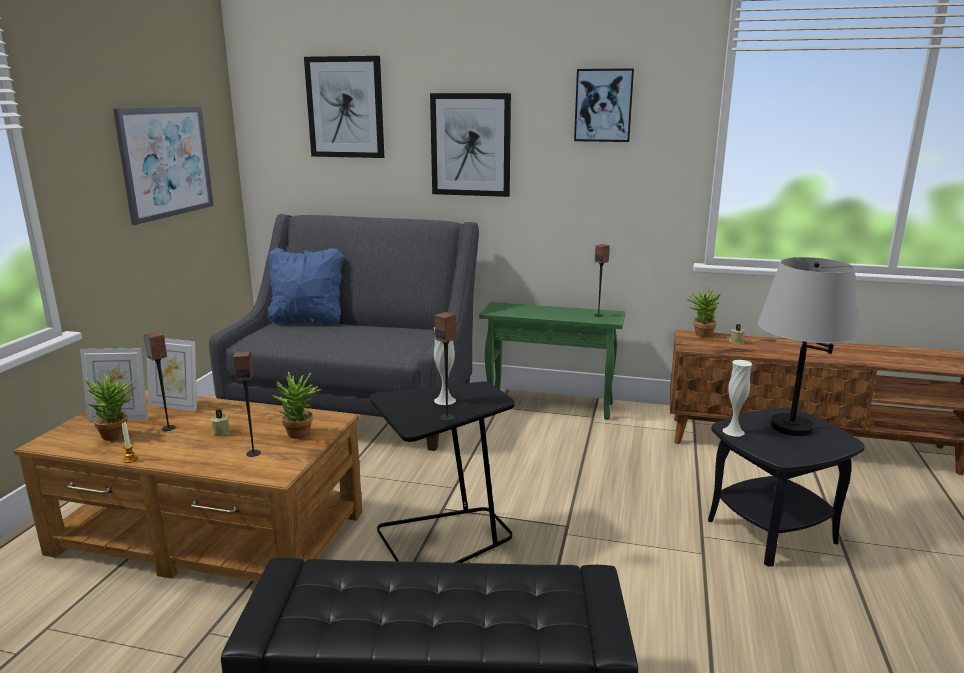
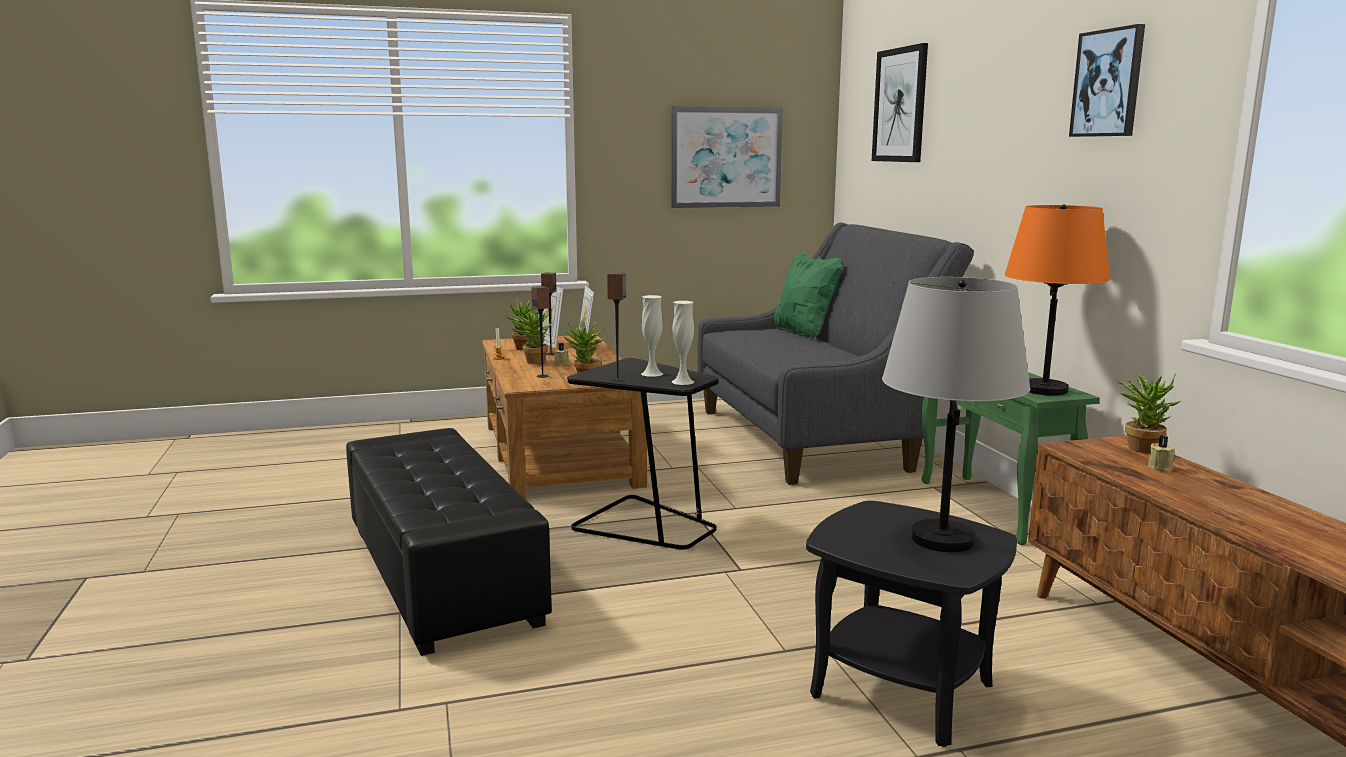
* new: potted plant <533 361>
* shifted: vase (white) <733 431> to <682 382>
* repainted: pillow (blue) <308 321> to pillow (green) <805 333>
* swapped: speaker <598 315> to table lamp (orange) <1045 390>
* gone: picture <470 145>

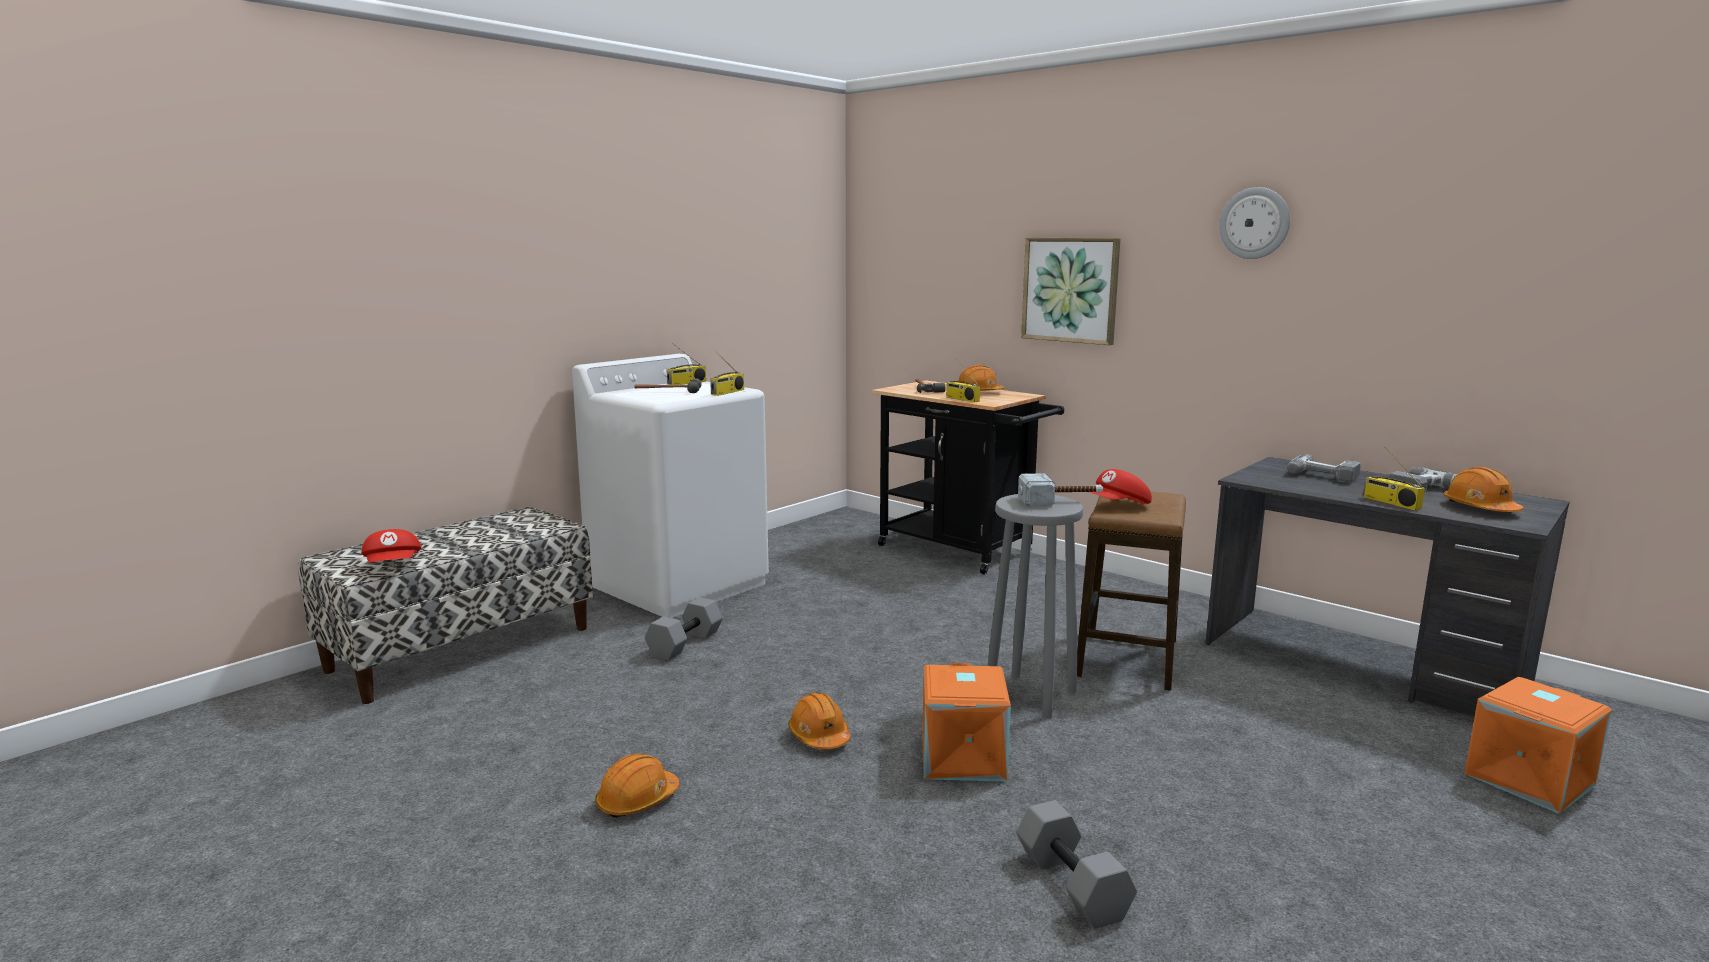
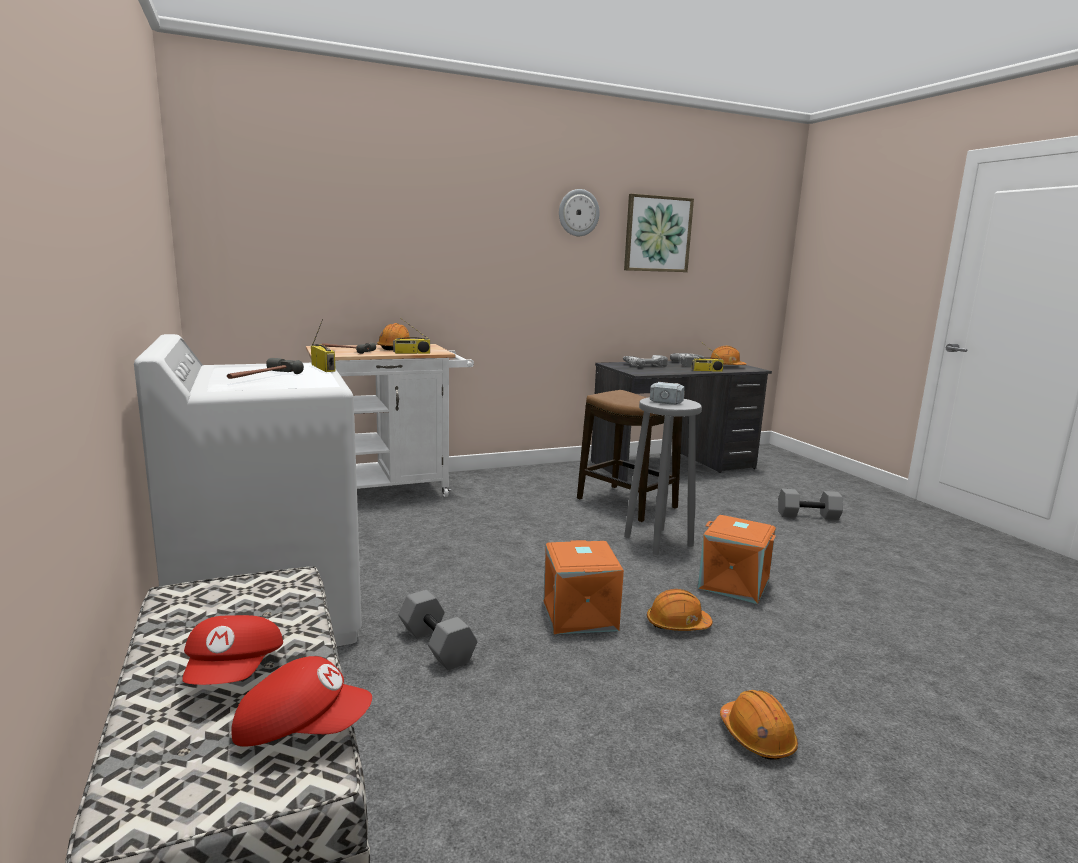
* shifted: cap (red) <1119 506> to <235 673>
* repainted: cart (black) <962 552> to cart (white) <392 490>
* shifted: storage box (orange) <1527 778> to <578 615>
* shifted: picture <1070 290> to <657 234>
* shifted: dumbbell (grey) <1074 885> to <808 515>
* gone: radio <687 383>

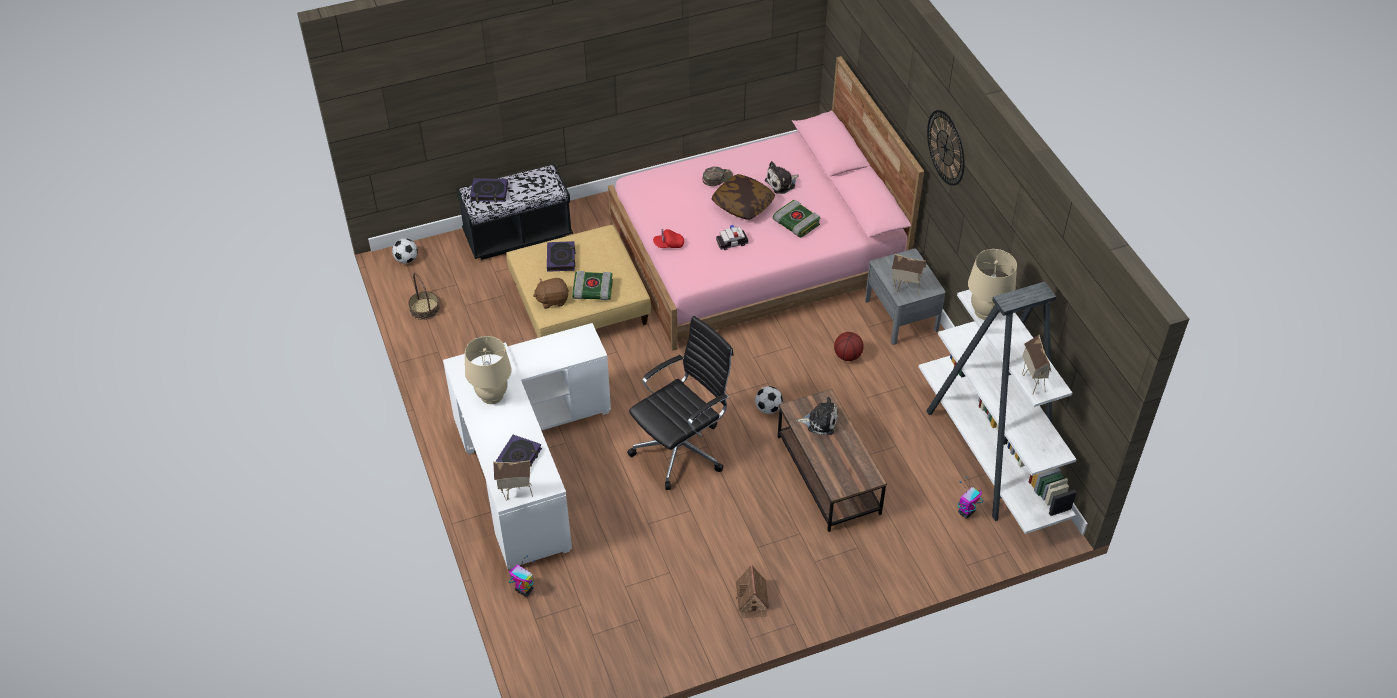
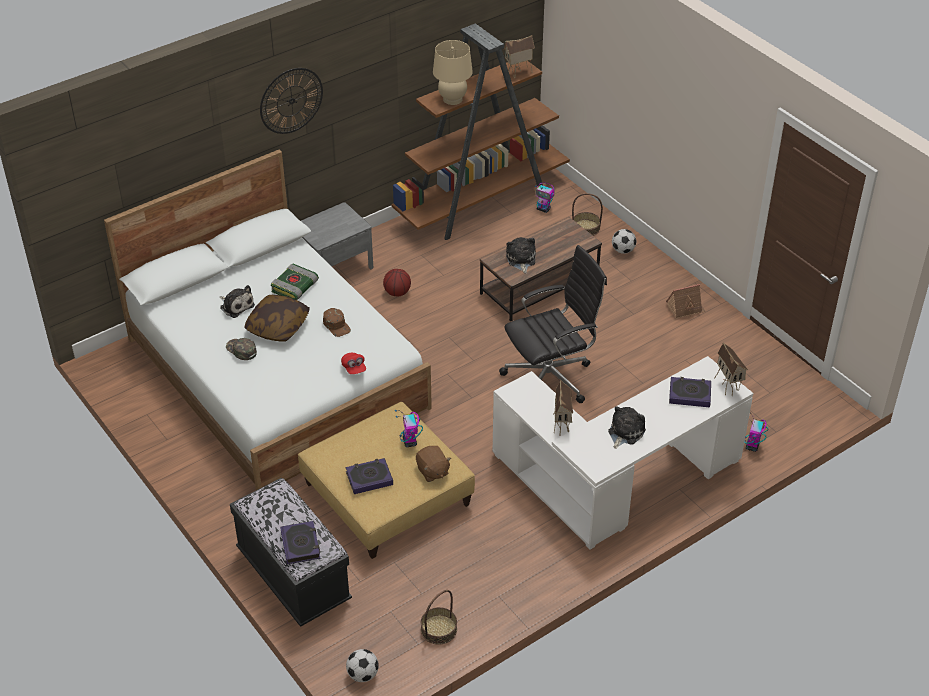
* repainted: bed (pink) <757 254> to bed (white) <276 372>
* swapped: toy car <731 243> to cap (brown) <337 325>
* repainted: bookcase (white) <990 457> to bookcase (brown) <482 202>
* swapped: book <592 291> to toy robot <410 442>
* rotated: office chair (black) <682 449> = <551 378> 120 degrees clockwise
* shifted: toy house <905 289> to <562 425>
* new: basket <586 228>
* swapped: table lamp (beige) <492 395> to plush toy <624 432>
* shifted: football <768 408> to <623 250>

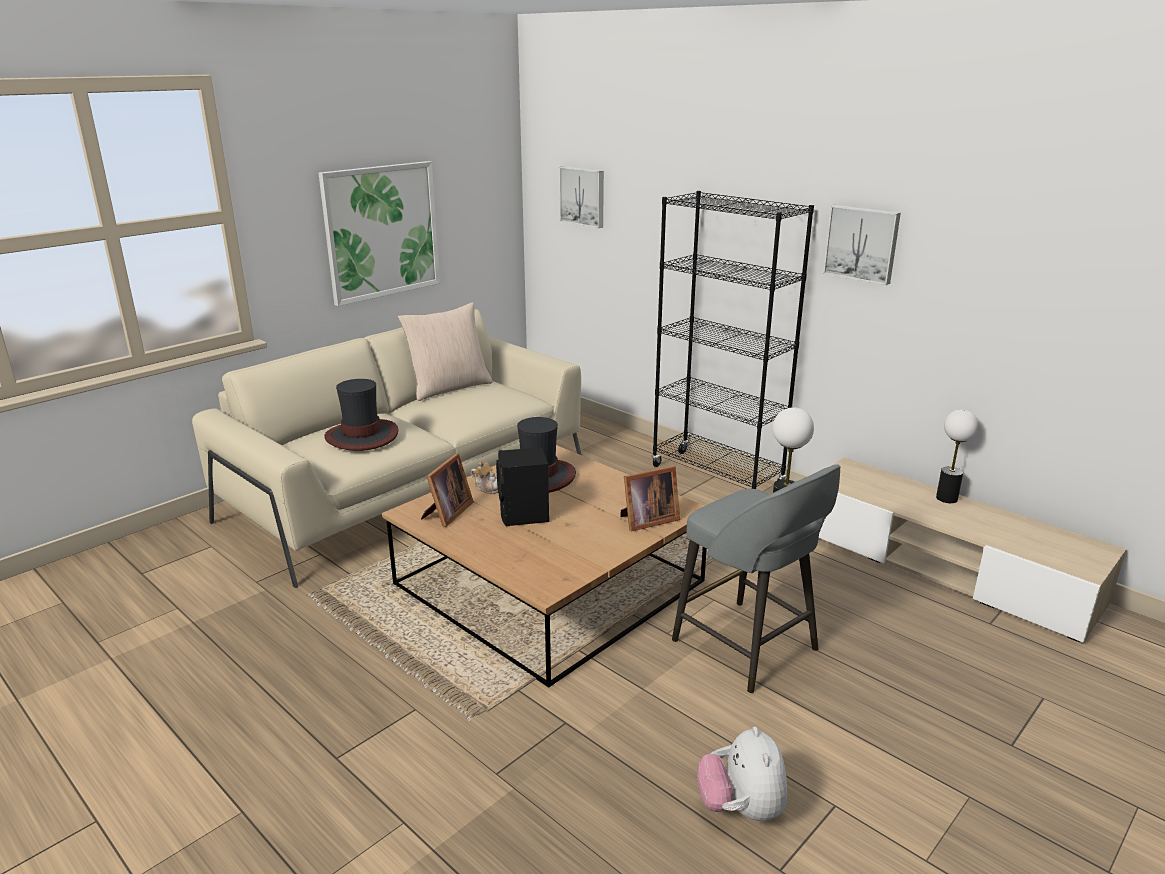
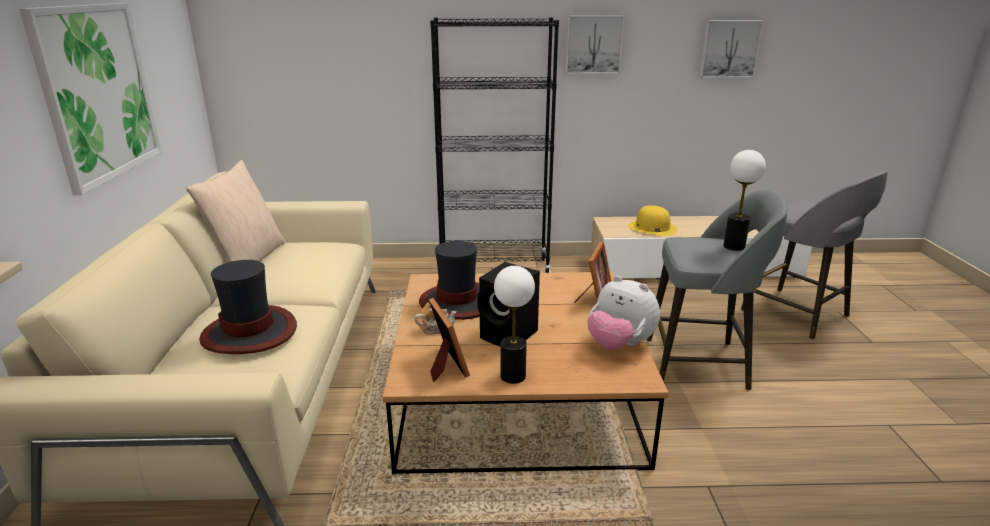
* shifted: table lamp <946 498> to <513 376>
* shifted: plush toy <741 809> to <619 345>
* new: hat (yellow) <652 228>
* shifted: picture <583 196> to <729 48>
* new: stool (grey) <797 314>

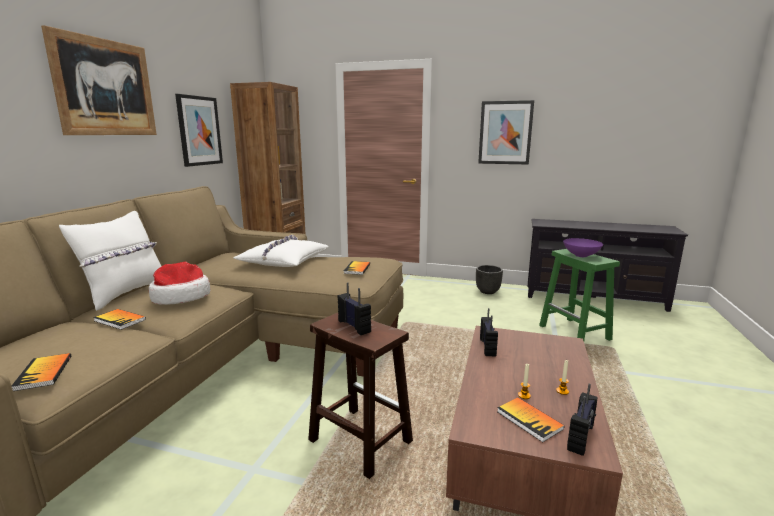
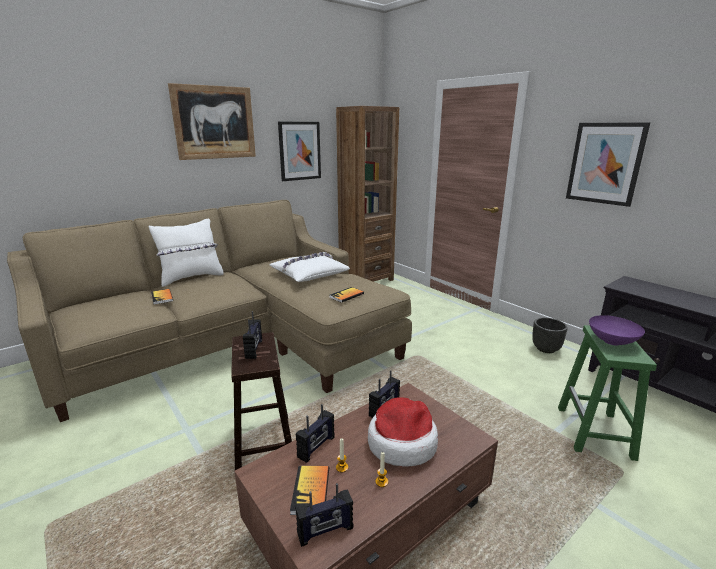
* new: radio <316 447>
* shifted: hat <181 297> to <401 442>
* gone: book <44 373>

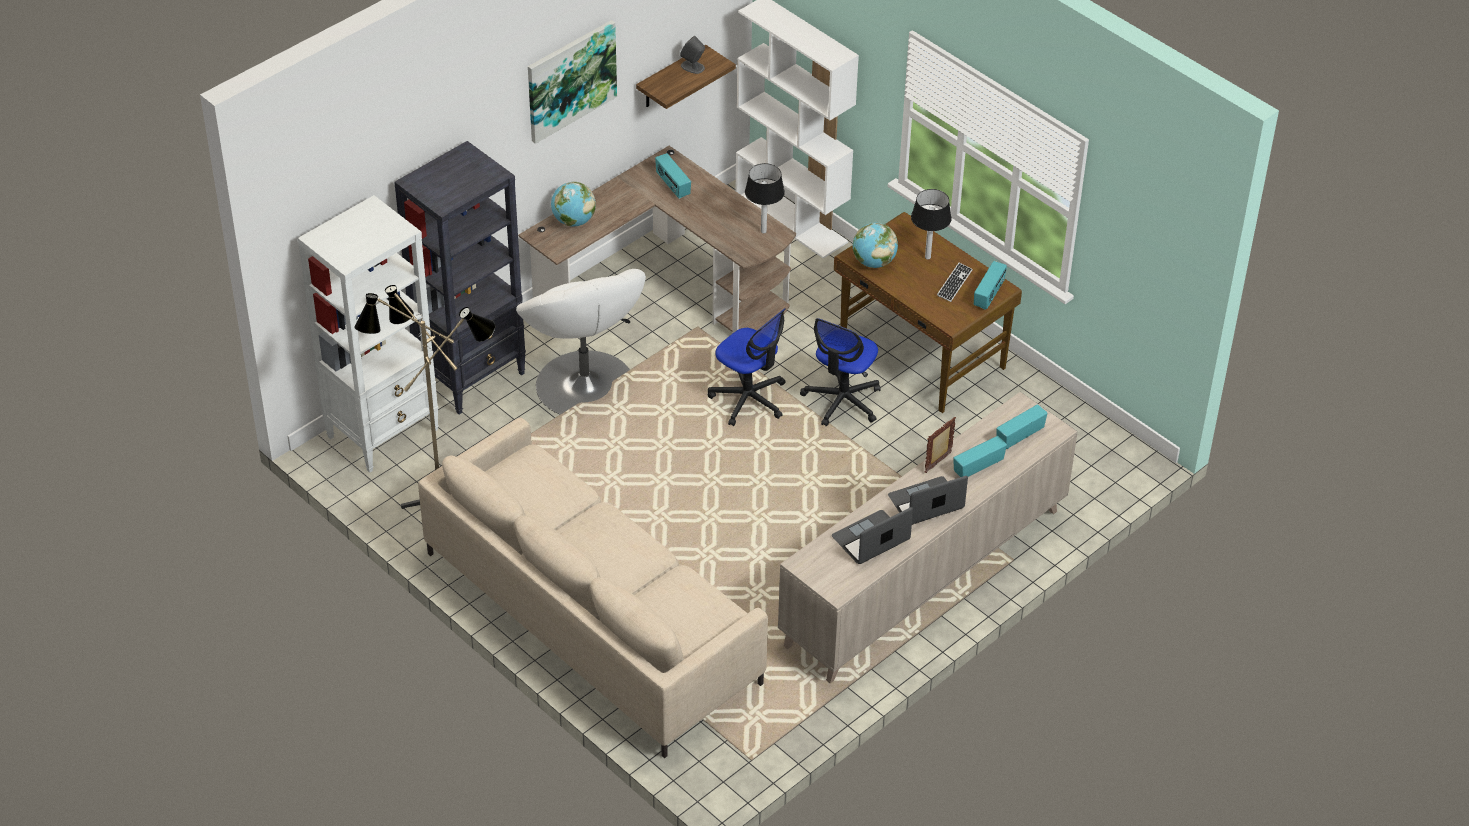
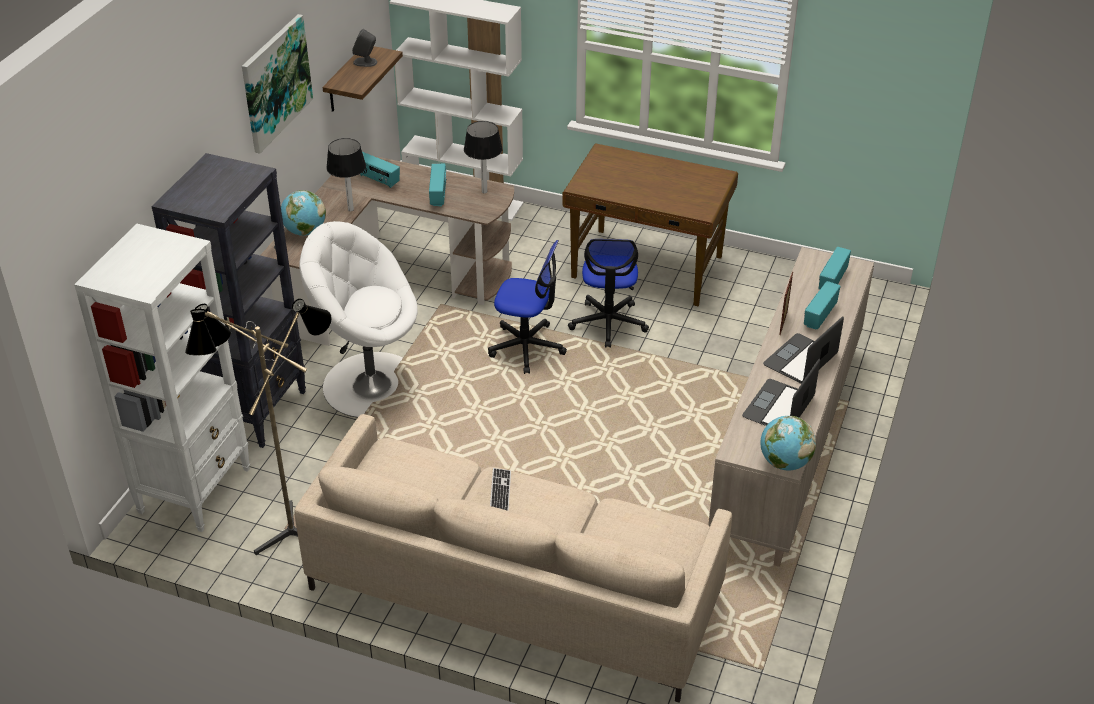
* rotated: armchair (white) <585 385> = <369 383> 150 degrees clockwise
* shifted: table lamp <928 257> to <351 209>
* shifted: radio <989 295> to <438 195>
* shifted: keyboard <954 283> to <500 493>
* shifted: globe <873 262> to <784 463>

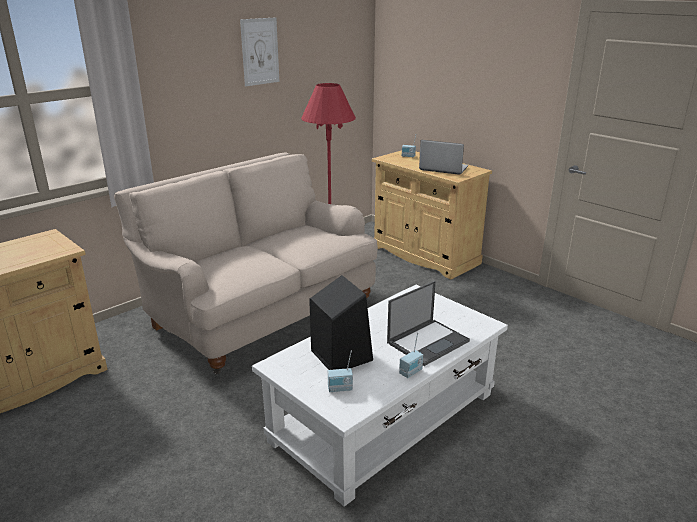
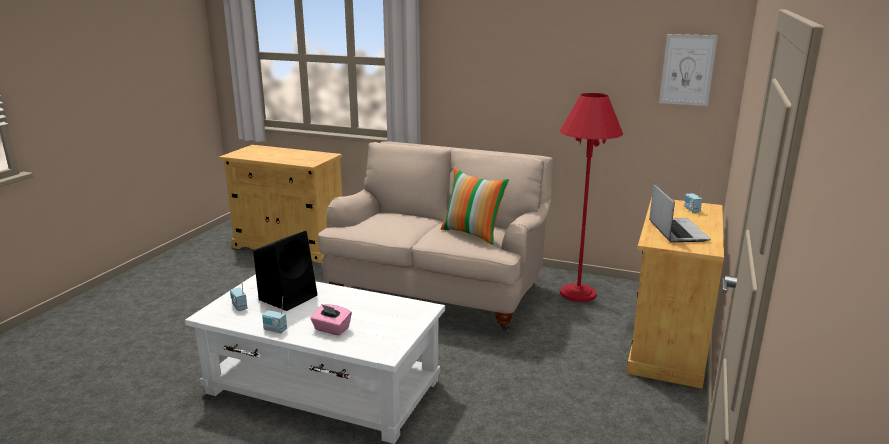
* swapped: laptop <428 341> to tissue box (pink) <331 329>
* new: pillow <472 234>
* shifted: picture <260 51> to <687 70>

